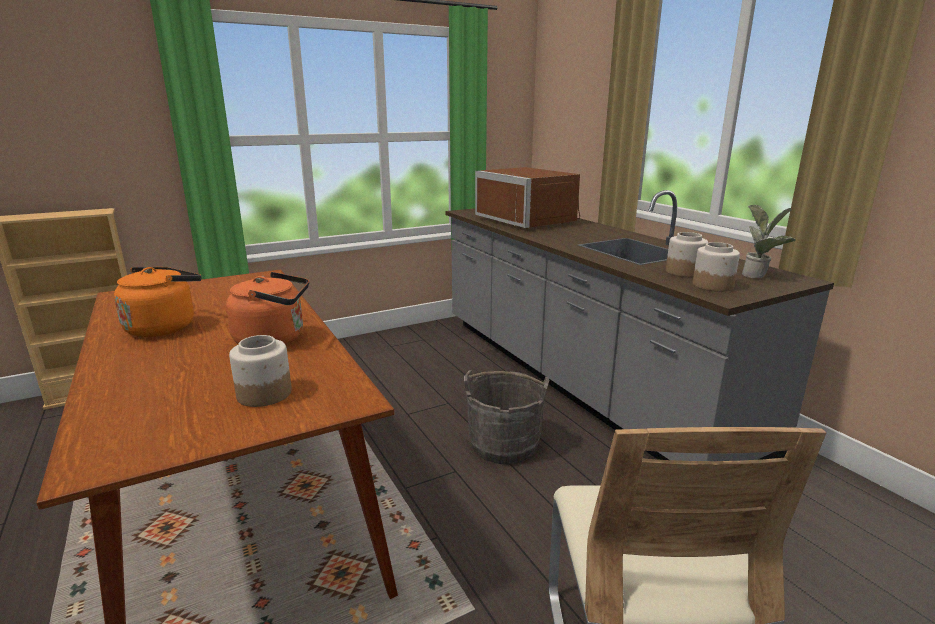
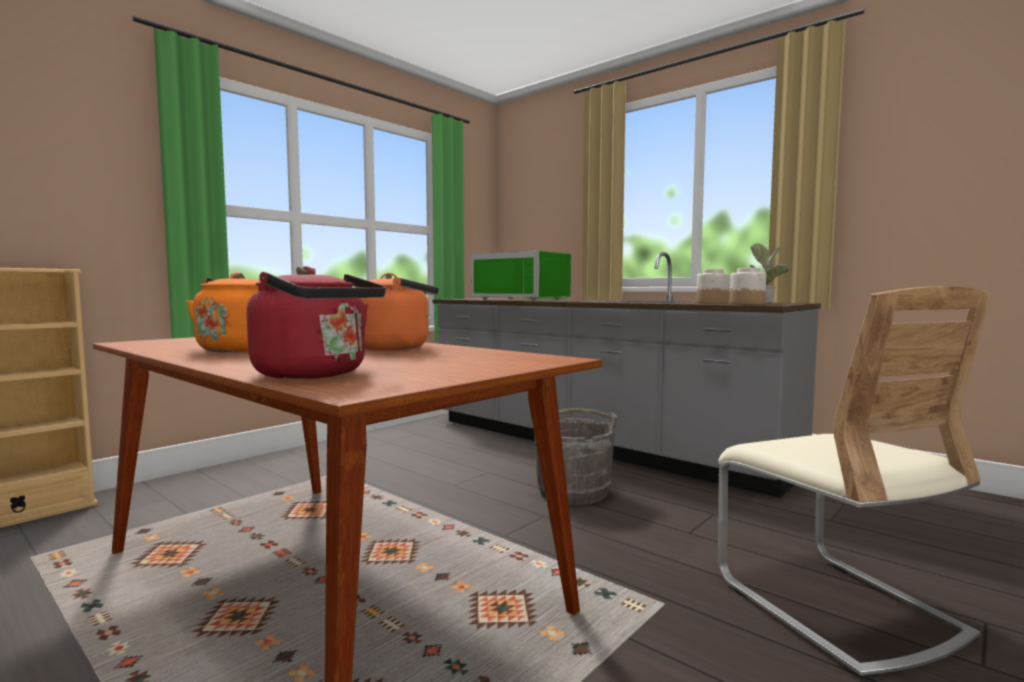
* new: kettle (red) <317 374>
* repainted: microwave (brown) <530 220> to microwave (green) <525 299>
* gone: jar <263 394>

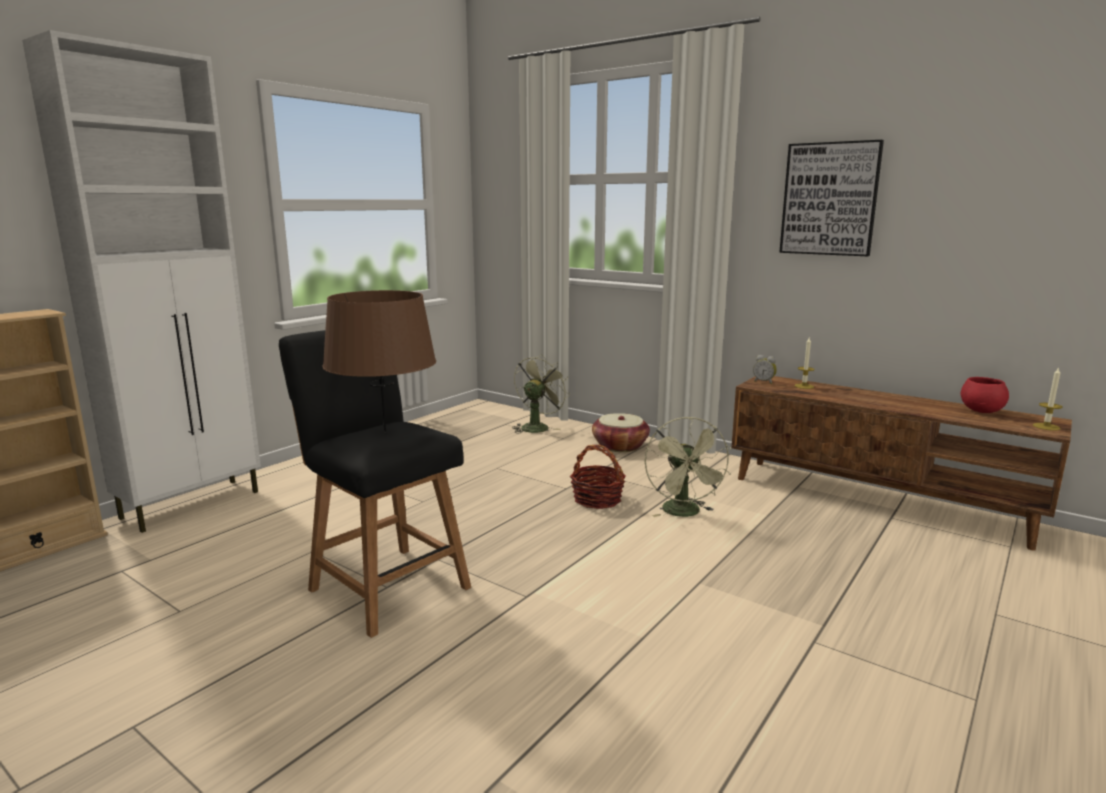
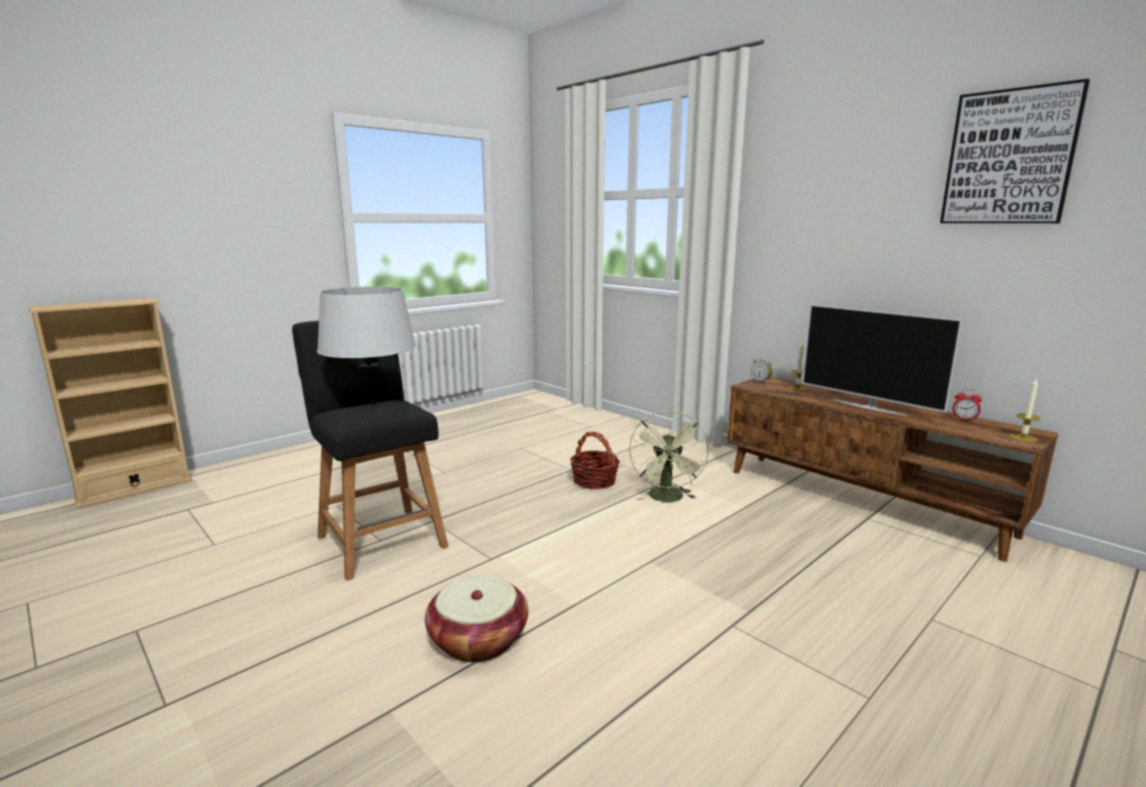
* repainted: table lamp (brown) <385 432> to table lamp (grey) <373 407>
* shifted: basket <620 446> to <478 640>
* new: television <869 407>
* shifted: picture <829 199> to <1009 157>
* swapped: bowl (red) <982 411> to alarm clock <964 419>
* gone: cabinet (white) <193 504>
* gone: fan (green) <537 427>

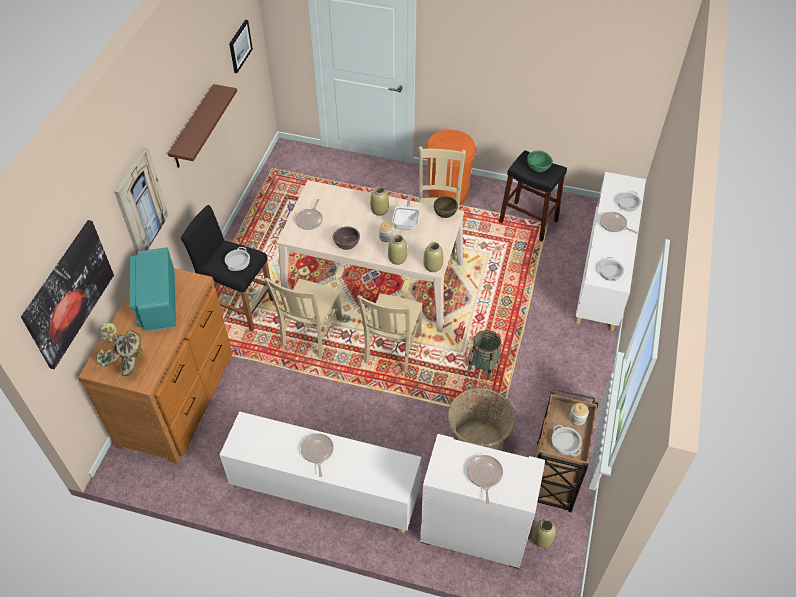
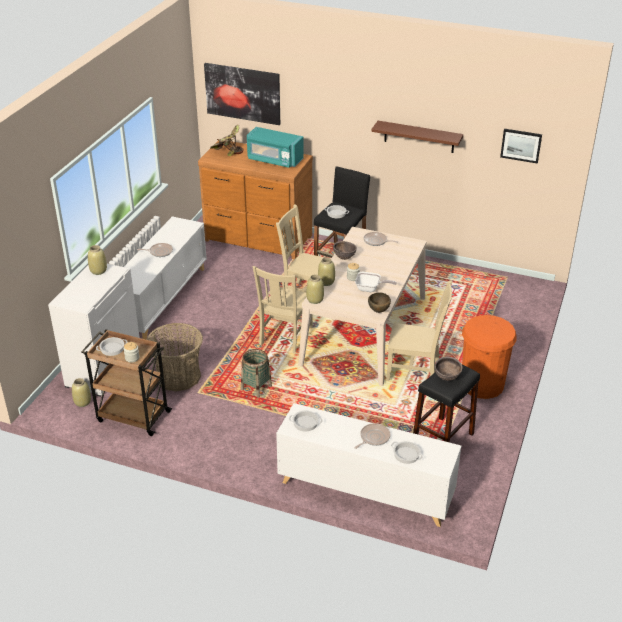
* shifted: vase (beige) <379 210> to <98 271>
* rotated: microwave (turquoise) <158 301> = <274 160> 150 degrees counterclockwise
* rotated: chair (beige) <392 348> = <285 337> 90 degrees counterclockwise
* repainted: bowl (green) <538 169> to bowl (brown) <447 378>
* gone: picture <140 203>
* gone: frying pan <484 475>

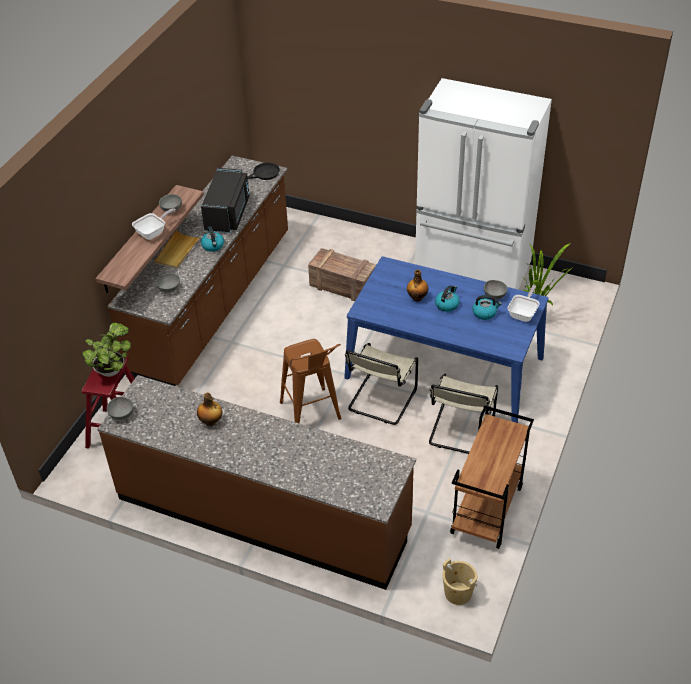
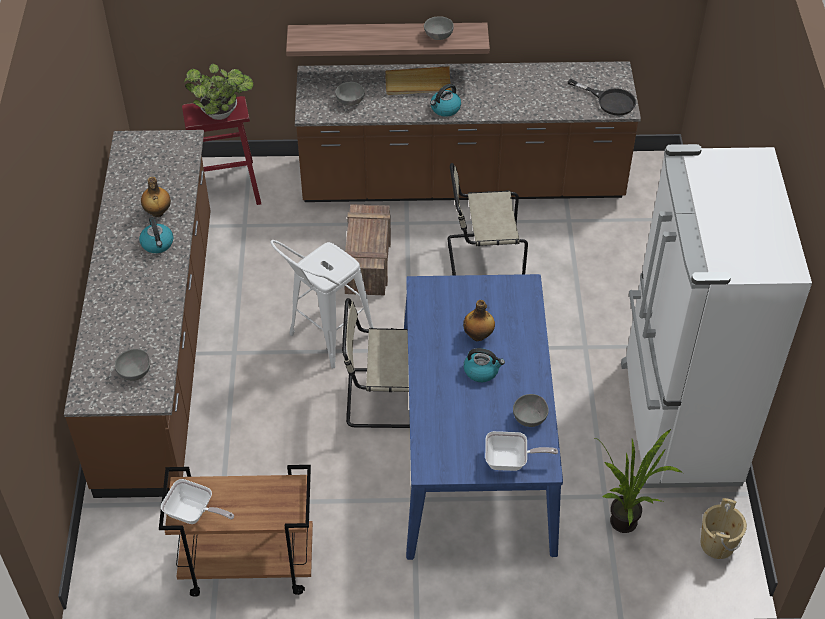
* shifted: bowl (grey) <122 414> to <136 372>
* shifted: kettle <485 313> to <158 244>
* shifted: frying pan <153 232> to <194 513>
* repainted: stool (brown) <312 416> to stool (white) <325 339>
* shifted: crate <344 286> to <368 264>
* shifted: chair (beige) <461 432> to <481 258>
* shifted: bucket (beige) <458 593> to <717 544>
* gone: microwave (black) <228 214>

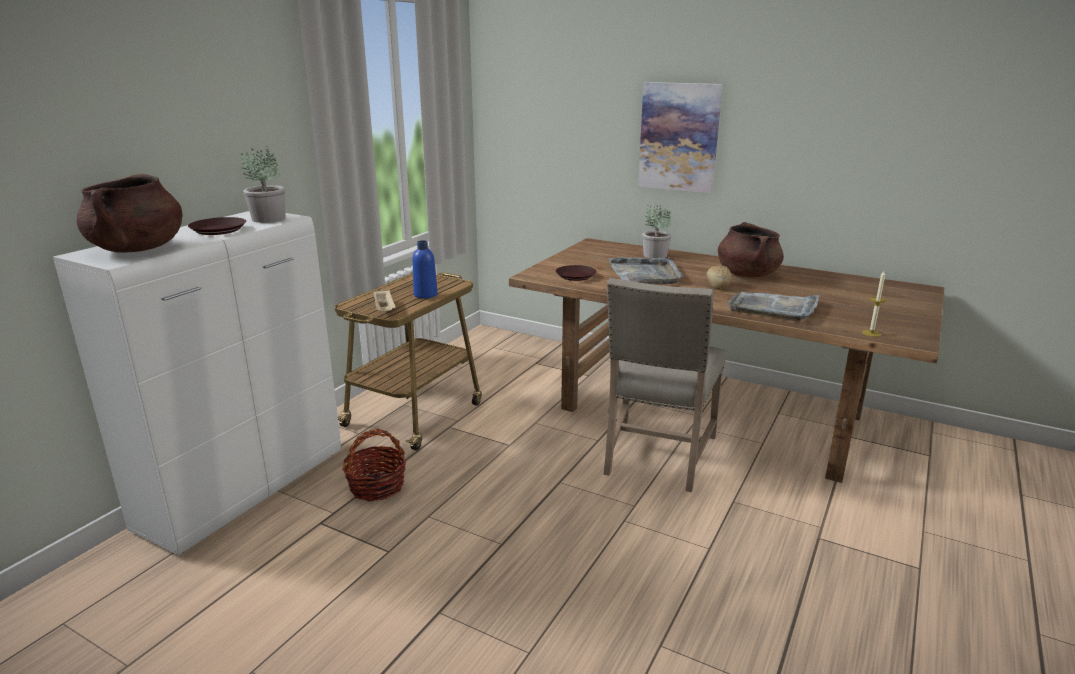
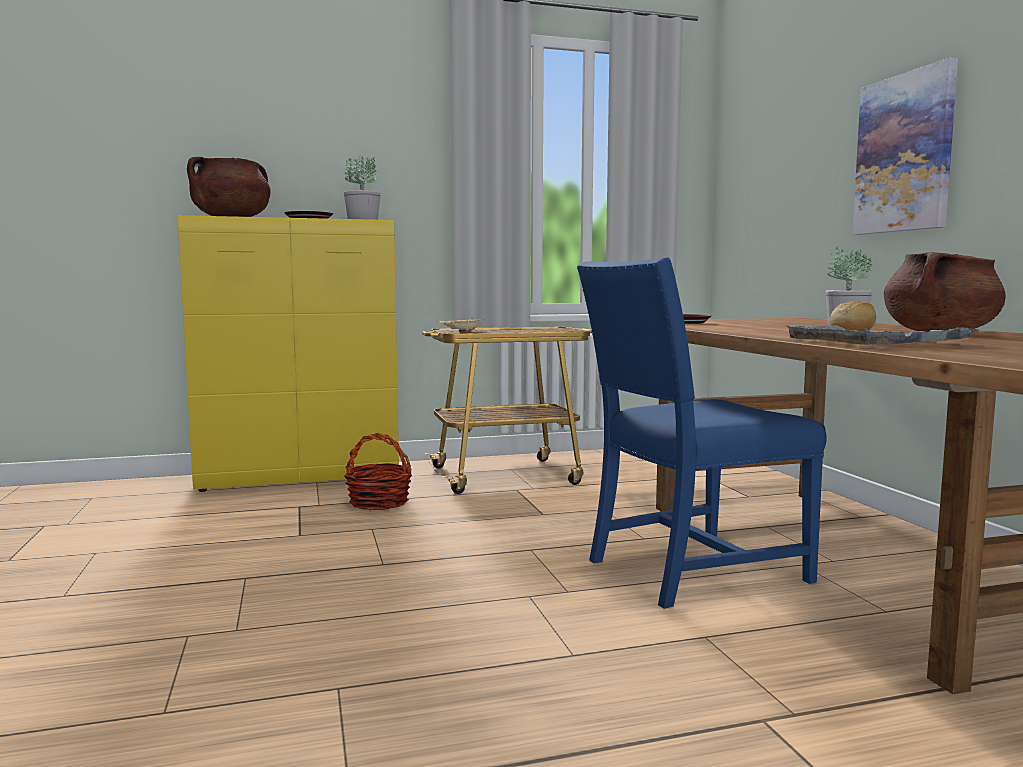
* repainted: cabinet (white) <246 489> to cabinet (yellow) <301 477>
* repainted: chair (beige) <657 456> to chair (blue) <689 570>
* gone: bottle (blue) <425 295>
* gone: tray (grey) <645 274>
* gone: candle <871 333>

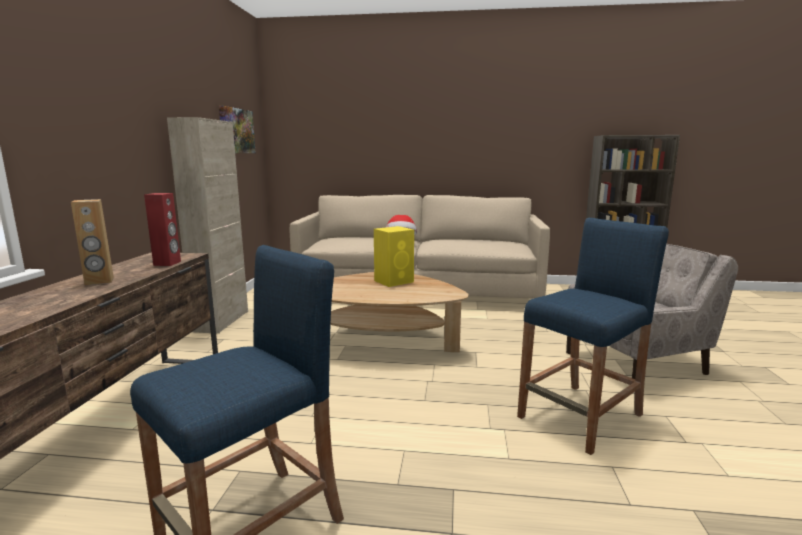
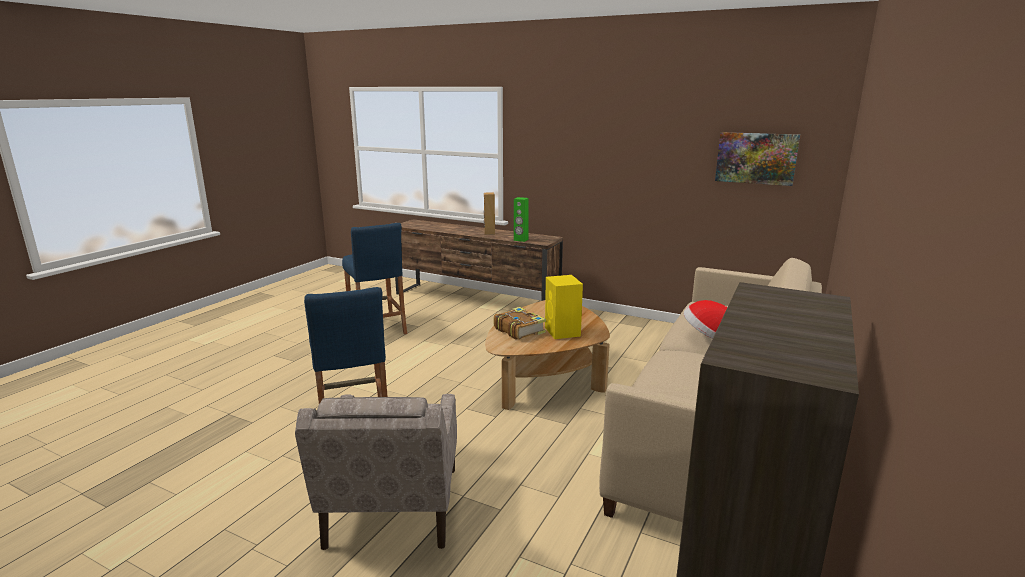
* new: book <519 330>
* repainted: speaker (red) <167 263> to speaker (green) <521 240>
* gone: cabinet (beige) <221 321>

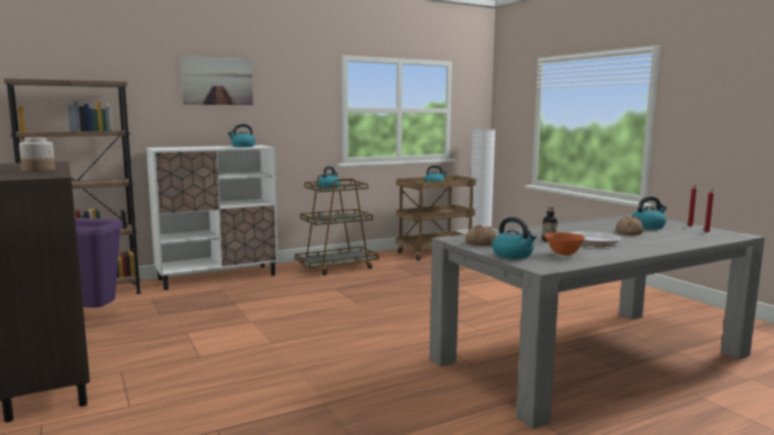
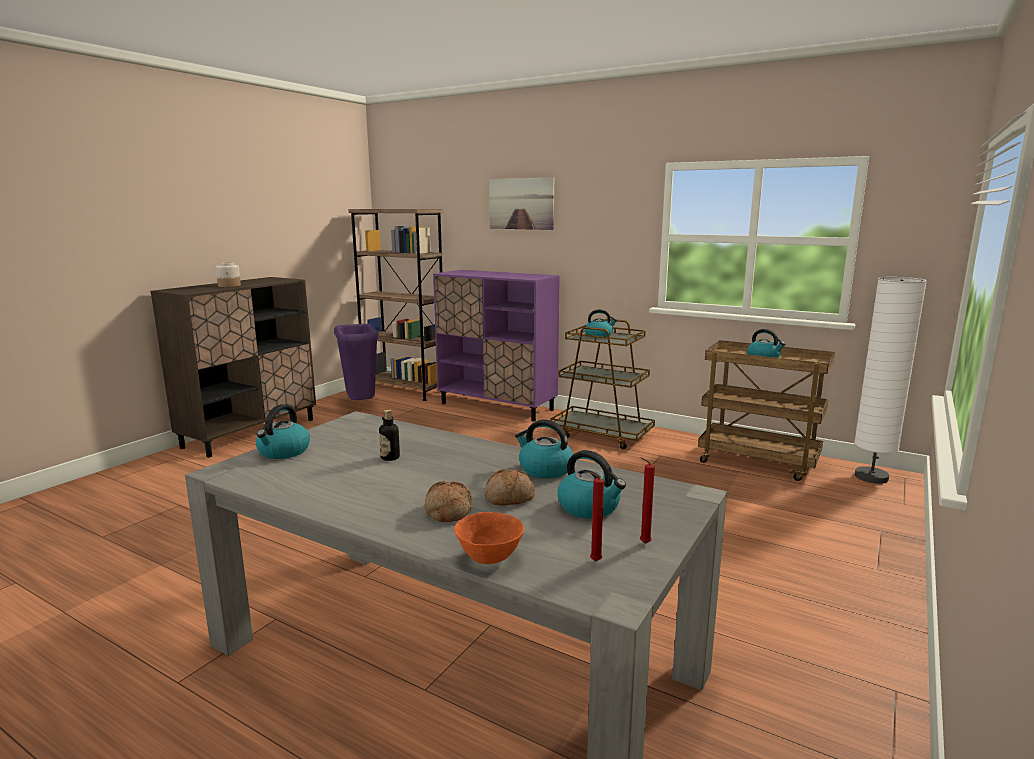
* shifted: bread <480 243> to <447 511>
* repainted: cabinet (white) <218 277> to cabinet (purple) <497 407>
* shifted: bowl (orange) <563 254> to <489 558>
* shifted: kettle <243 146> to <544 469>
* gone: frying pan <590 241>

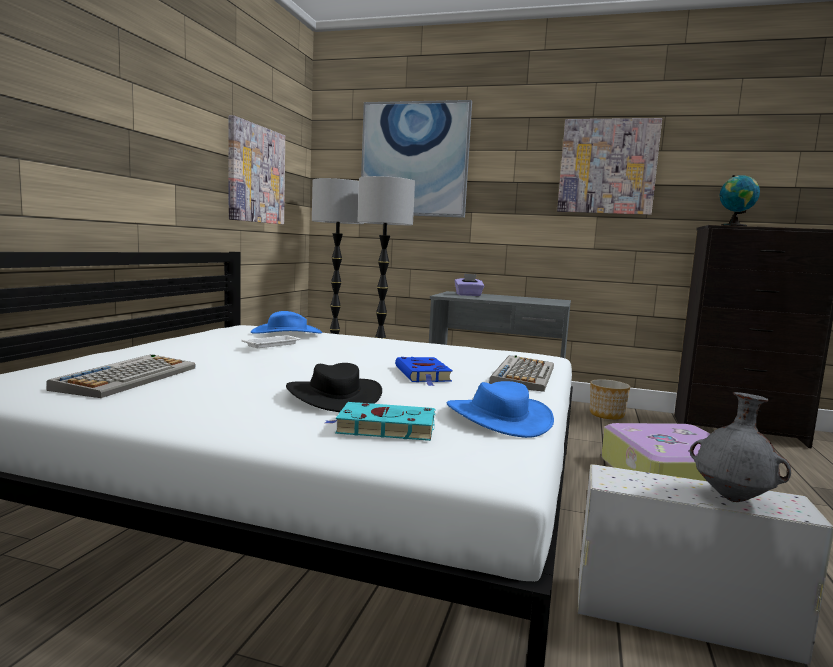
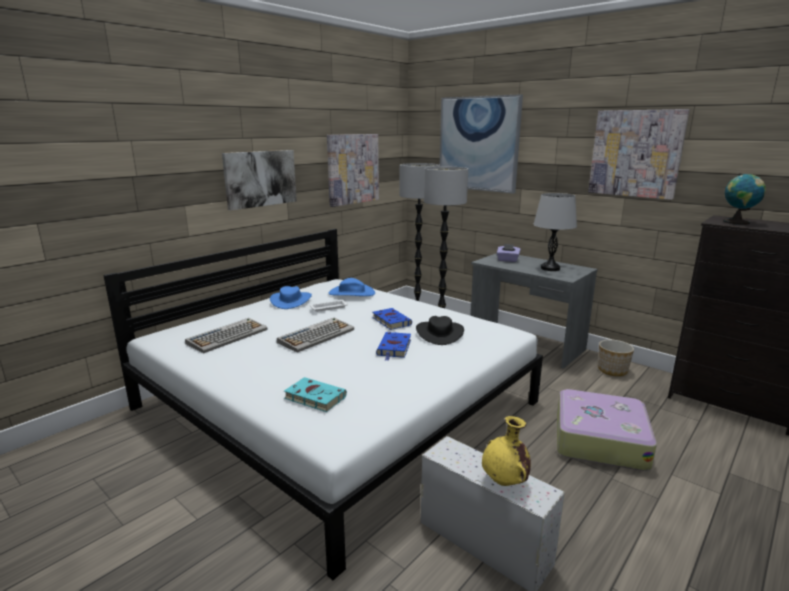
* new: picture <260 178>
* shifted: hat (blue) <498 418> to <291 300>
* shifted: keyboard <523 375> to <316 335>
* new: book (blue) <390 321>
* shifted: hat (black) <334 396> to <439 333>
* repainted: vase (grey) <733 498> to vase (yellow) <505 482>
* new: table lamp (grey) <550 268>

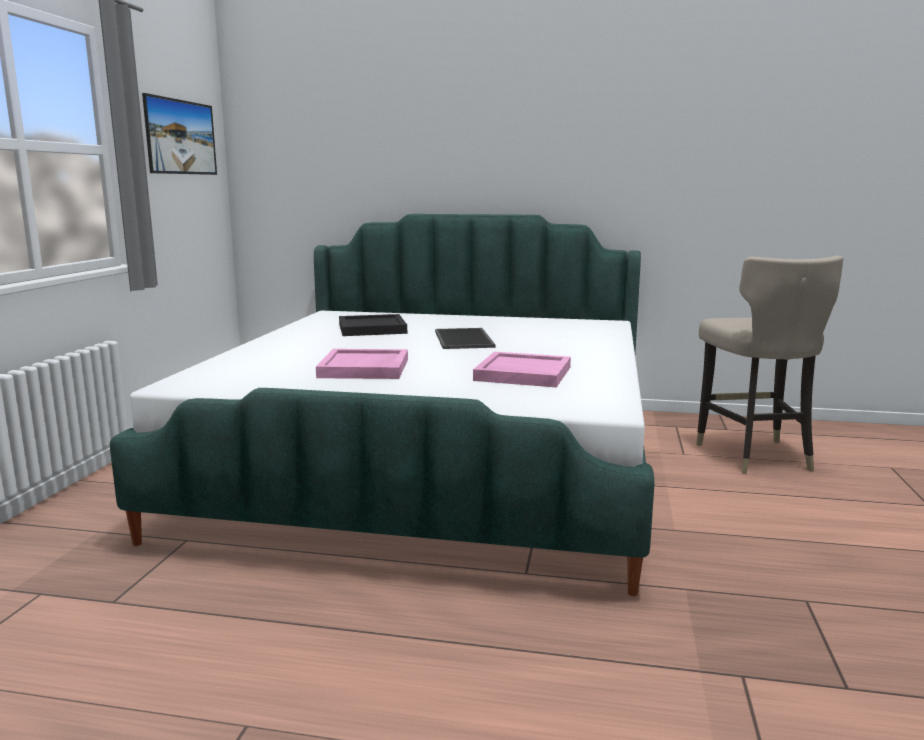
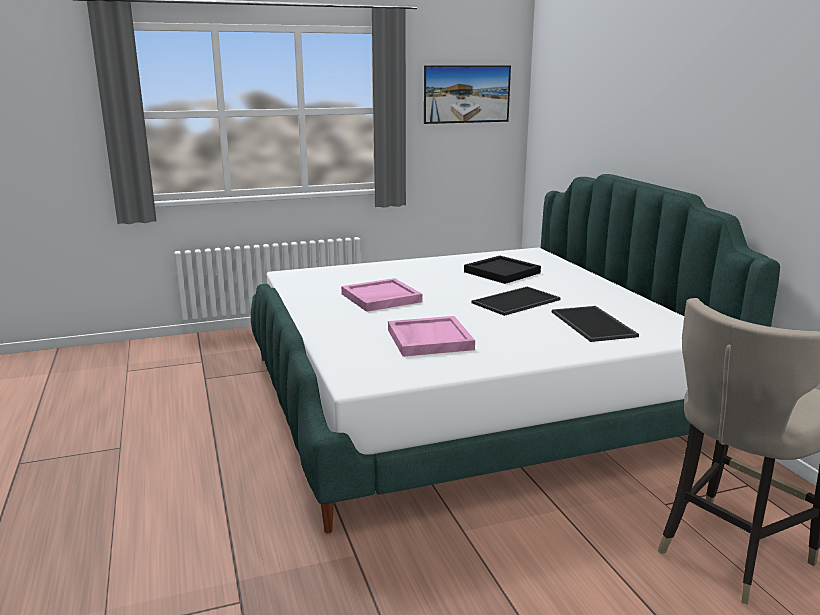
* new: tray <594 324>

